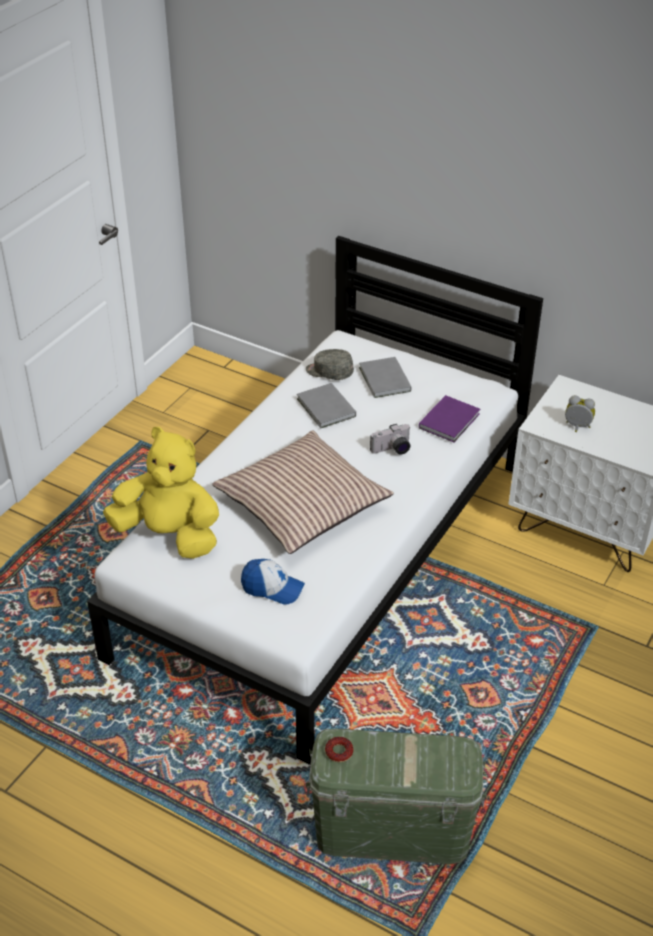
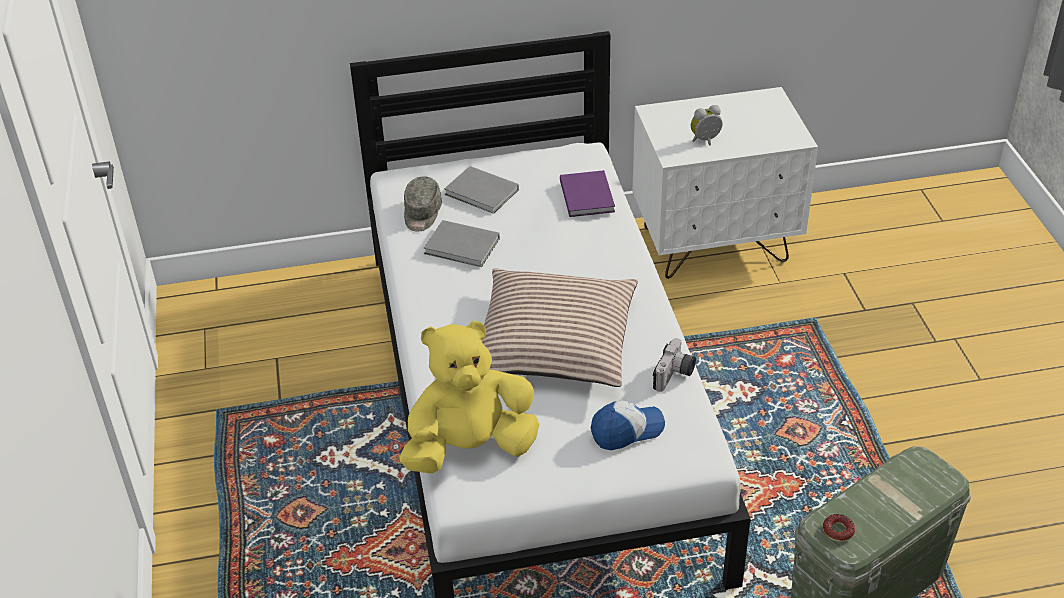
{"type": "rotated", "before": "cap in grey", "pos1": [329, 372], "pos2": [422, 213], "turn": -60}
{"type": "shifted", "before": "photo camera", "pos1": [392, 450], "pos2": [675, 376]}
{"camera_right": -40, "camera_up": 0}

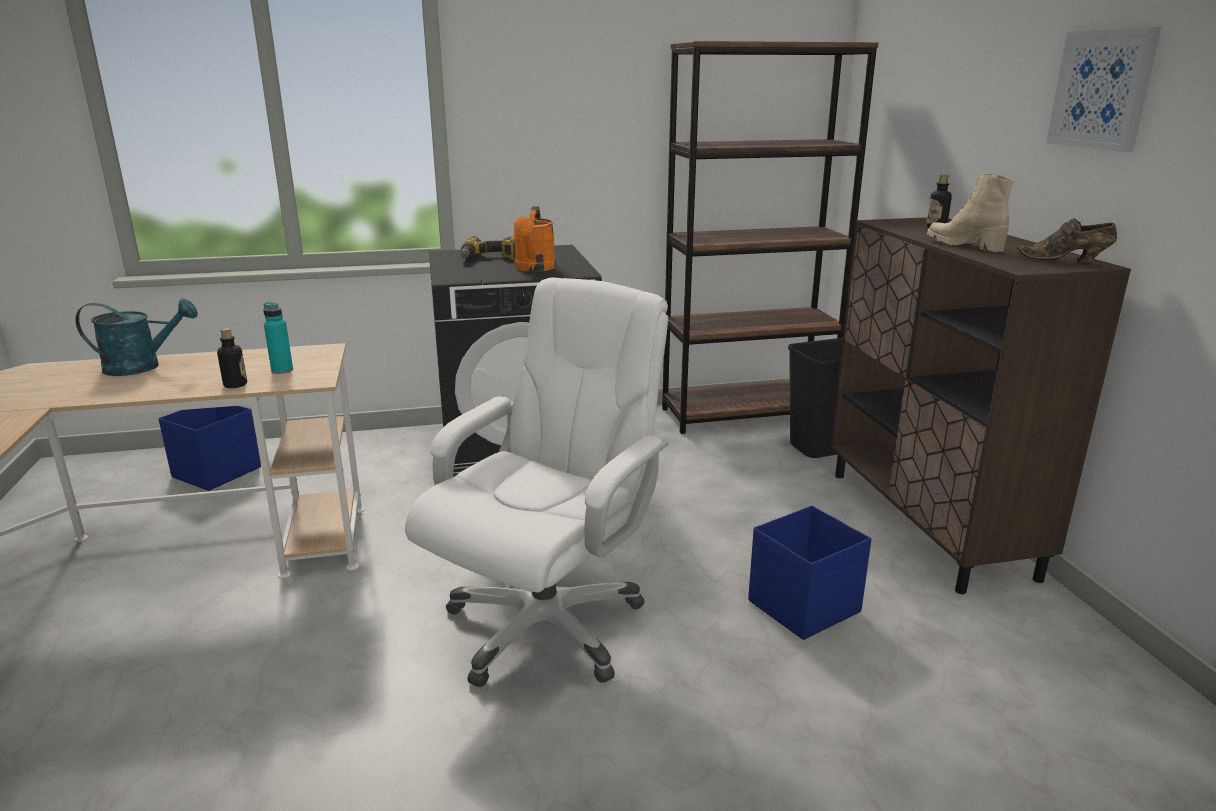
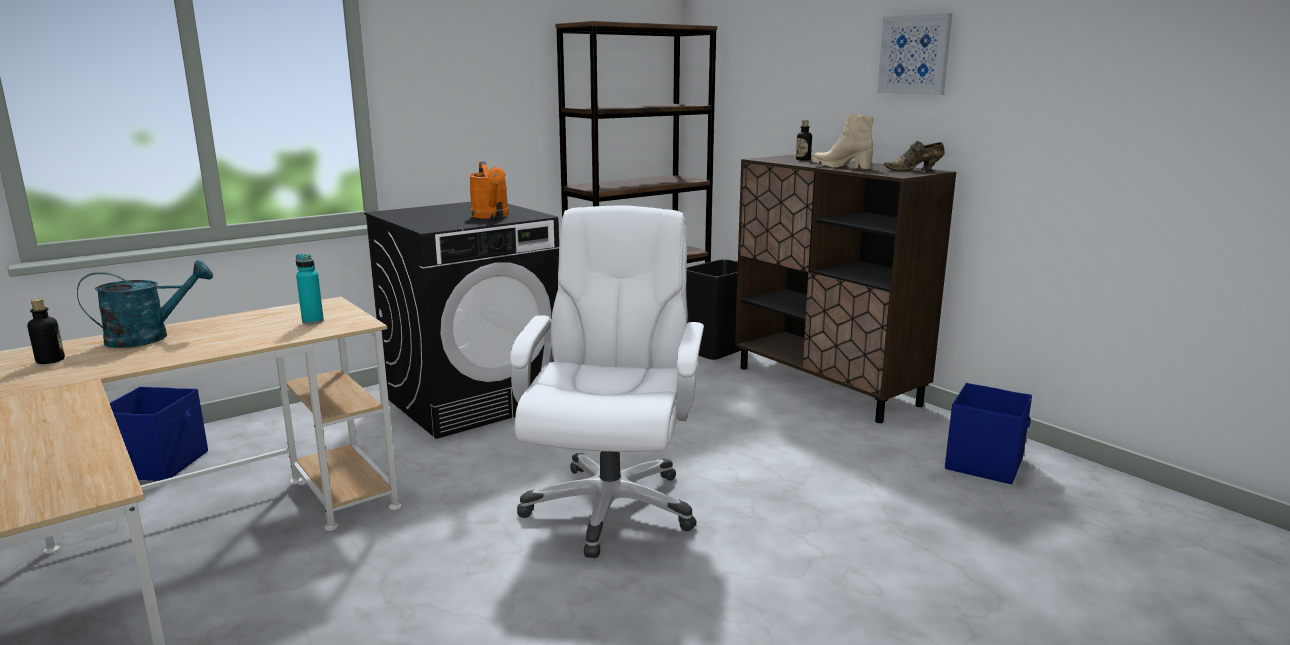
{"type": "gone", "before": "power drill", "pos1": [489, 258]}
{"type": "shifted", "before": "bottle", "pos1": [235, 385], "pos2": [50, 360]}
{"type": "shifted", "before": "storage box in blue", "pos1": [805, 606], "pos2": [985, 463]}
{"camera_right": -25, "camera_up": -5}

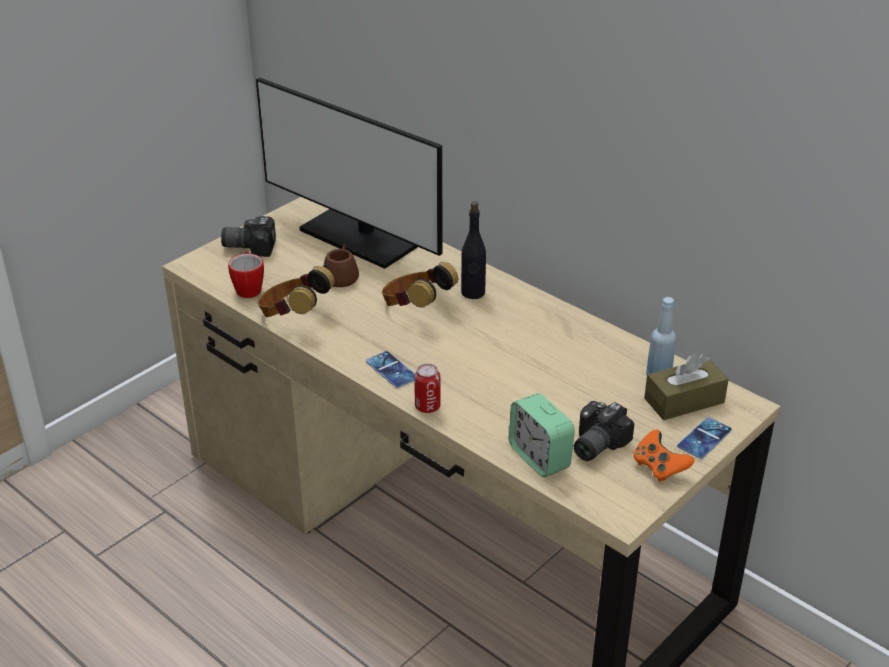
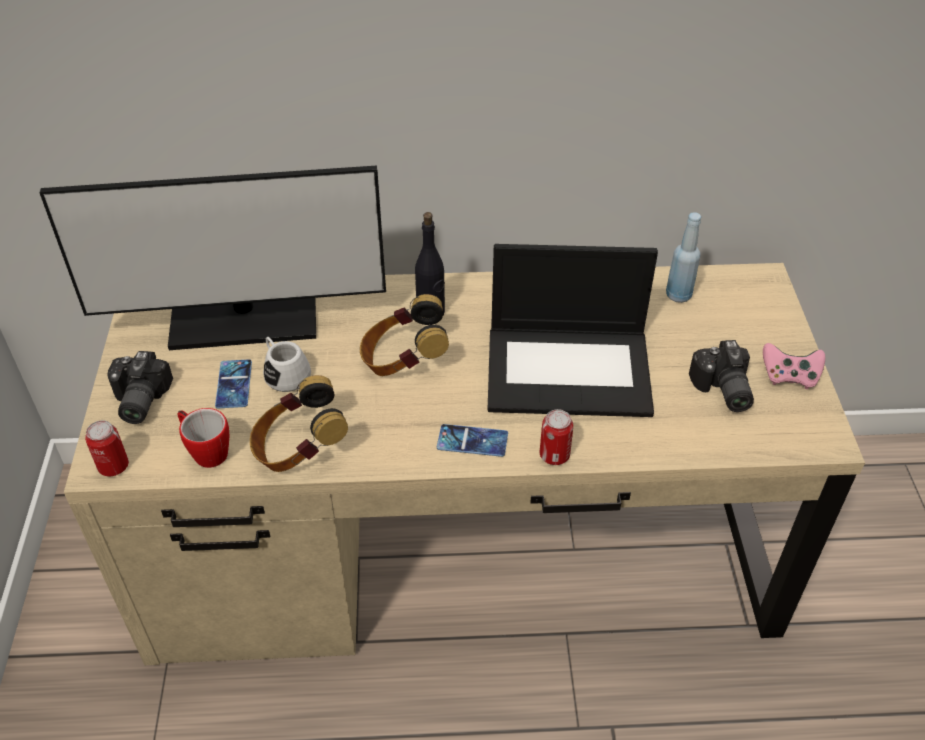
{"type": "rotated", "before": "photo camera", "pos1": [250, 245], "pos2": [137, 401], "turn": -45}
{"type": "repainted", "before": "mug in brown", "after": "mug in white", "pos1": [341, 275], "pos2": [284, 373]}
{"type": "gone", "before": "tissue box in brown", "pos1": [684, 401]}
{"type": "gone", "before": "alarm clock", "pos1": [539, 457]}
{"type": "shifted", "before": "phone", "pos1": [704, 438], "pos2": [234, 384]}
{"type": "repainted", "before": "game controller in orange", "after": "game controller in pink", "pos1": [659, 467], "pos2": [789, 376]}
{"type": "new", "after": "laptop", "pos2": [570, 370]}
{"type": "new", "after": "can", "pos2": [113, 466]}
{"camera_right": -45, "camera_up": 10}

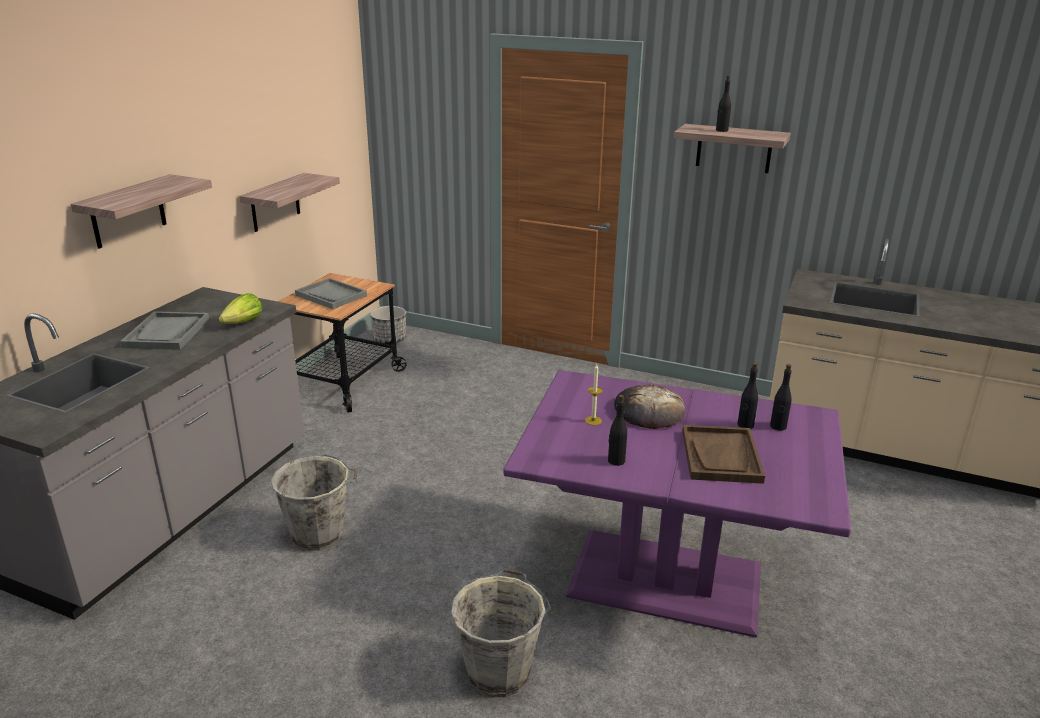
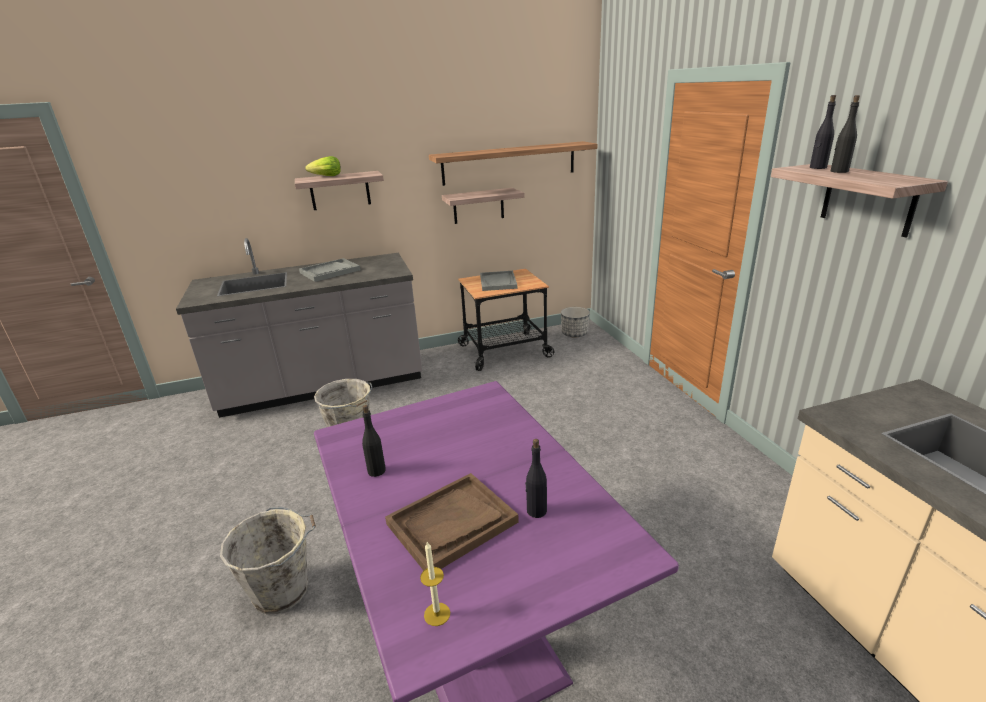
{"type": "shifted", "before": "lettuce", "pos1": [243, 323], "pos2": [326, 176]}
{"type": "shifted", "before": "candle", "pos1": [593, 420], "pos2": [437, 614]}
{"type": "shifted", "before": "bottle in black", "pos1": [778, 426], "pos2": [817, 167]}
{"type": "gone", "before": "bread", "pos1": [649, 411]}
{"type": "new", "after": "shelf", "pos2": [509, 163]}
{"camera_right": 50, "camera_up": 0}

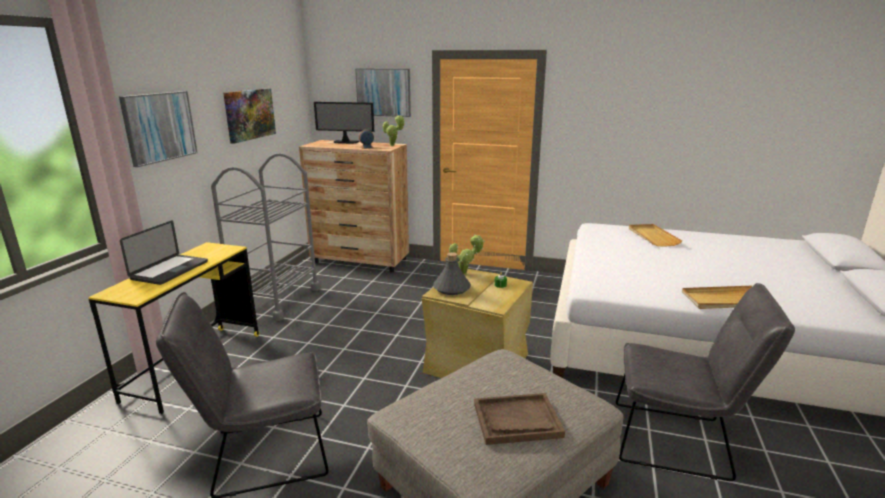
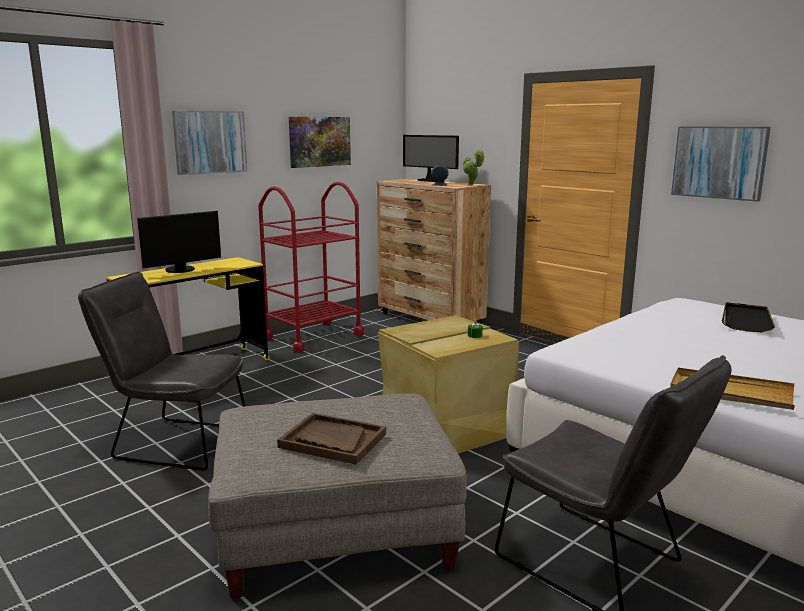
{"type": "shifted", "before": "picture", "pos1": [383, 92], "pos2": [719, 162]}
{"type": "repainted", "before": "cart in grey", "after": "cart in red", "pos1": [276, 300], "pos2": [313, 336]}
{"type": "swapped", "before": "laptop", "after": "monitor", "pos1": [170, 270], "pos2": [181, 270]}
{"type": "repainted", "before": "tray in beige", "after": "tray in black", "pos1": [652, 237], "pos2": [746, 320]}
{"type": "gone", "before": "potted plant", "pos1": [465, 274]}
{"type": "gone", "before": "bottle in grey", "pos1": [451, 288]}
{"camera_right": 30, "camera_up": -5}

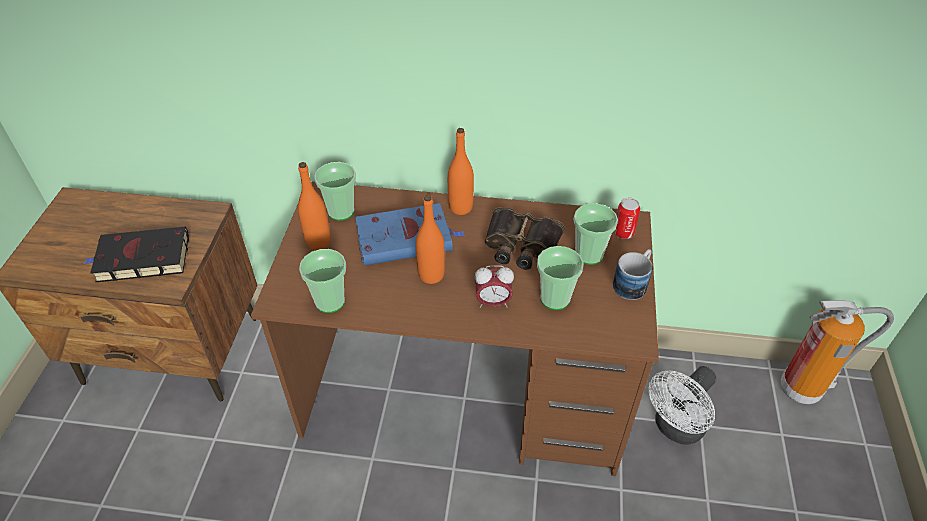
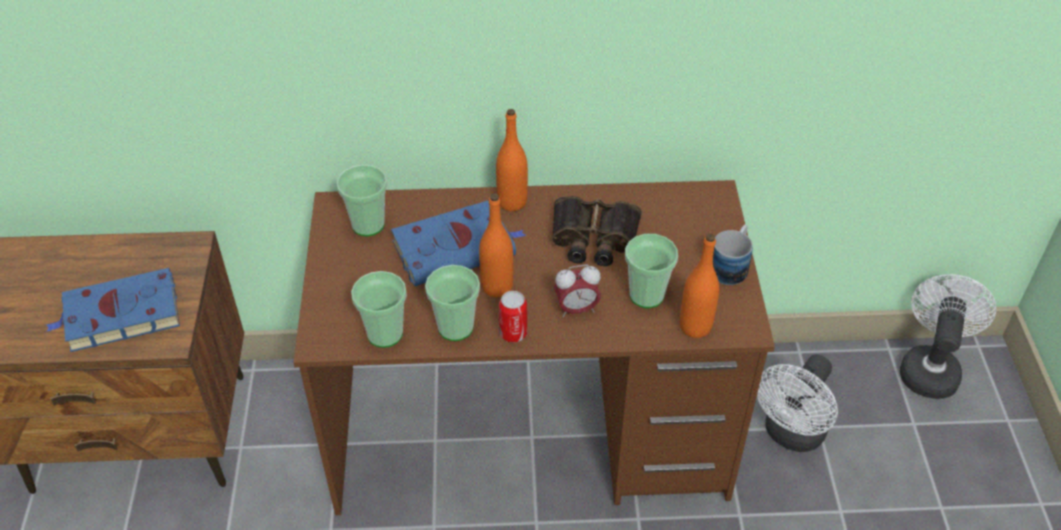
{"type": "shifted", "before": "bottle in orange", "pos1": [318, 242], "pos2": [695, 327]}
{"type": "shifted", "before": "can", "pos1": [623, 232], "pos2": [513, 333]}
{"type": "shifted", "before": "cup", "pos1": [589, 254], "pos2": [455, 327]}
{"type": "repainted", "before": "book in black", "after": "book in blue", "pos1": [140, 259], "pos2": [119, 315]}
{"type": "swapped", "before": "fire extinguisher", "after": "fan in white", "pos1": [802, 389], "pos2": [930, 367]}
{"camera_right": -10, "camera_up": 0}

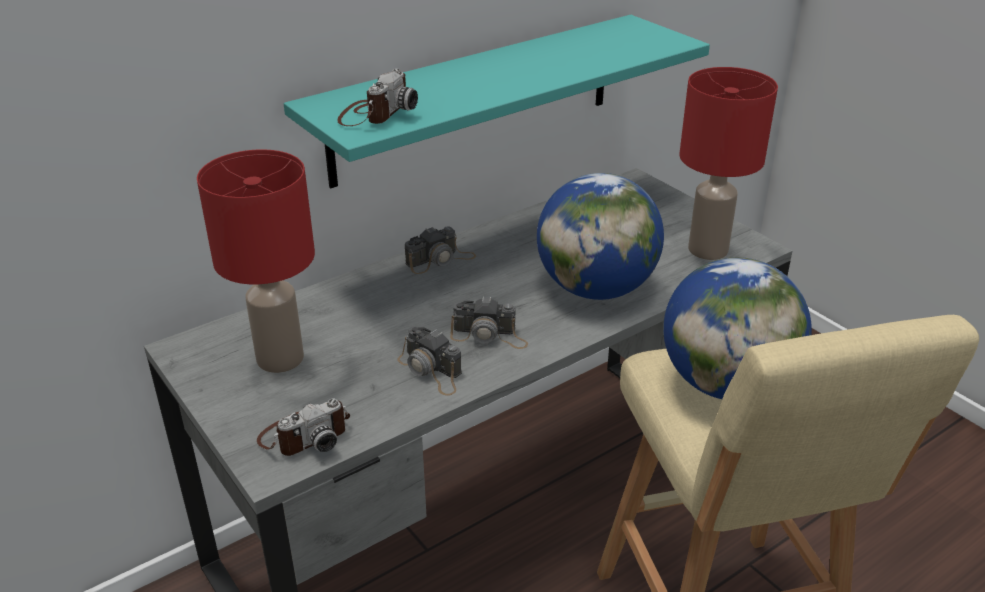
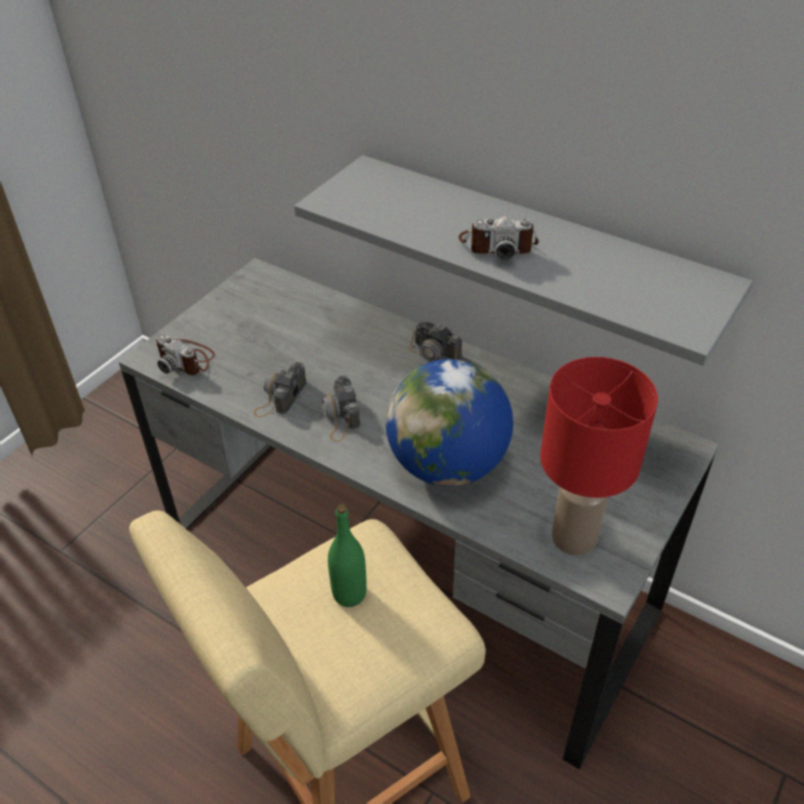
{"type": "repainted", "before": "shelf in turquoise", "after": "shelf in grey", "pos1": [475, 98], "pos2": [534, 252]}
{"type": "shifted", "before": "photo camera", "pos1": [375, 113], "pos2": [497, 245]}
{"type": "gone", "before": "table lamp in red", "pos1": [280, 357]}
{"type": "swapped", "before": "globe", "after": "bottle in green", "pos1": [726, 384], "pos2": [349, 594]}
{"camera_right": 70, "camera_up": 10}

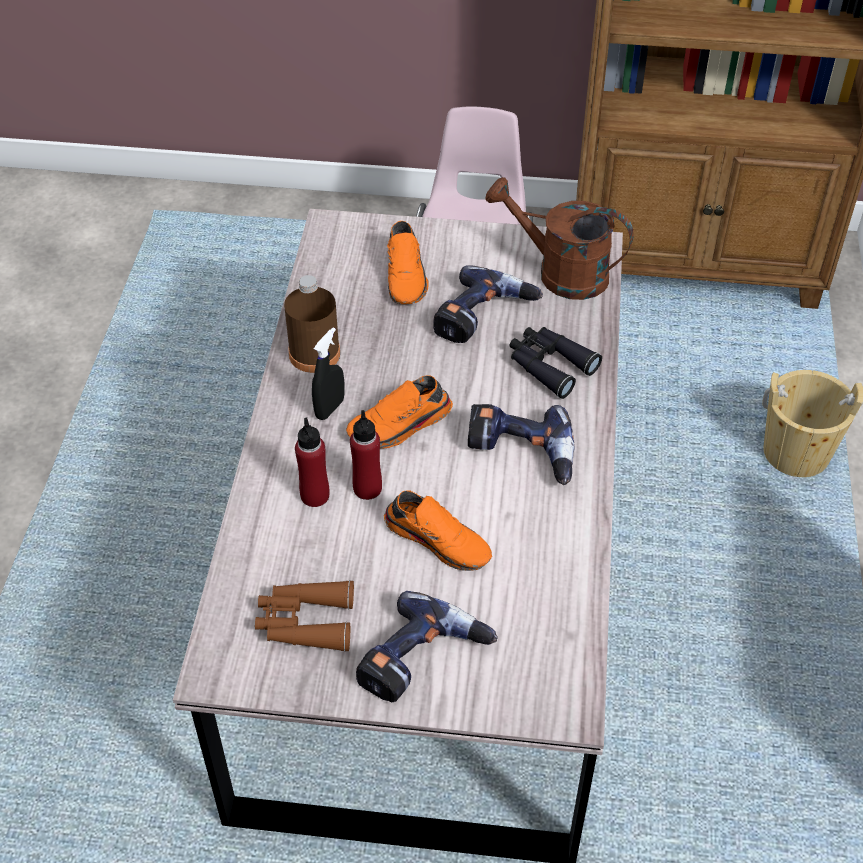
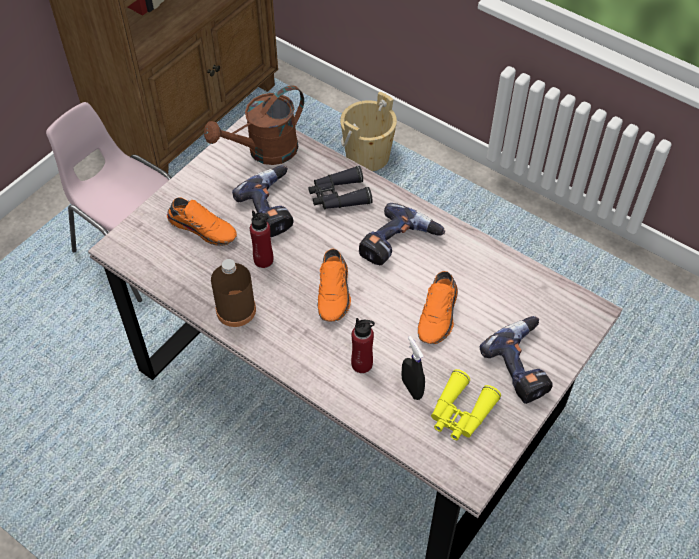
{"type": "shifted", "before": "spray bottle in black", "pos1": [330, 408], "pos2": [411, 388]}
{"type": "shifted", "before": "bottle in red", "pos1": [367, 488], "pos2": [263, 260]}
{"type": "rotated", "before": "shoe in orange", "pos1": [439, 539], "pos2": [439, 315], "turn": 135}
{"type": "repainted", "before": "binoculars in brown", "after": "binoculars in yellow", "pos1": [305, 622], "pos2": [460, 413]}
{"camera_right": -60, "camera_up": 5}

